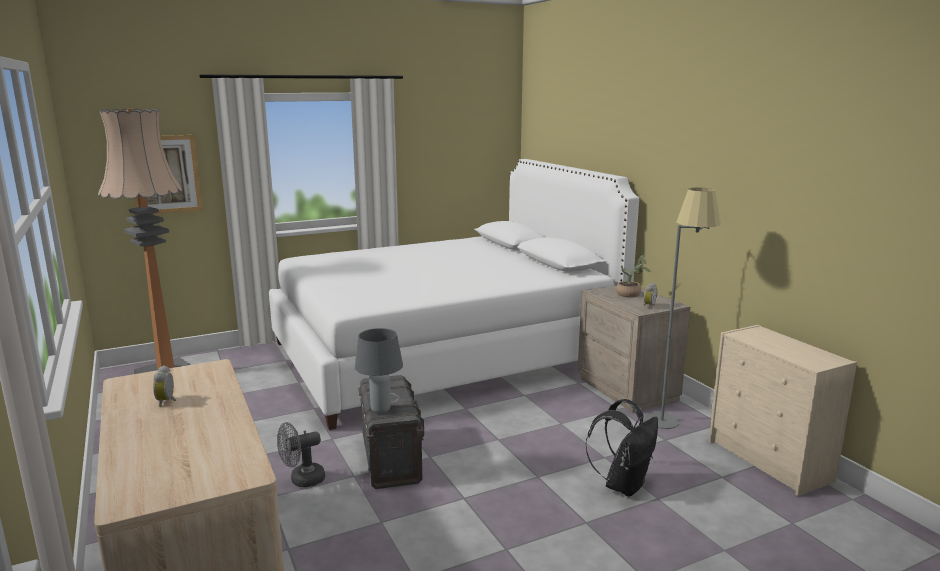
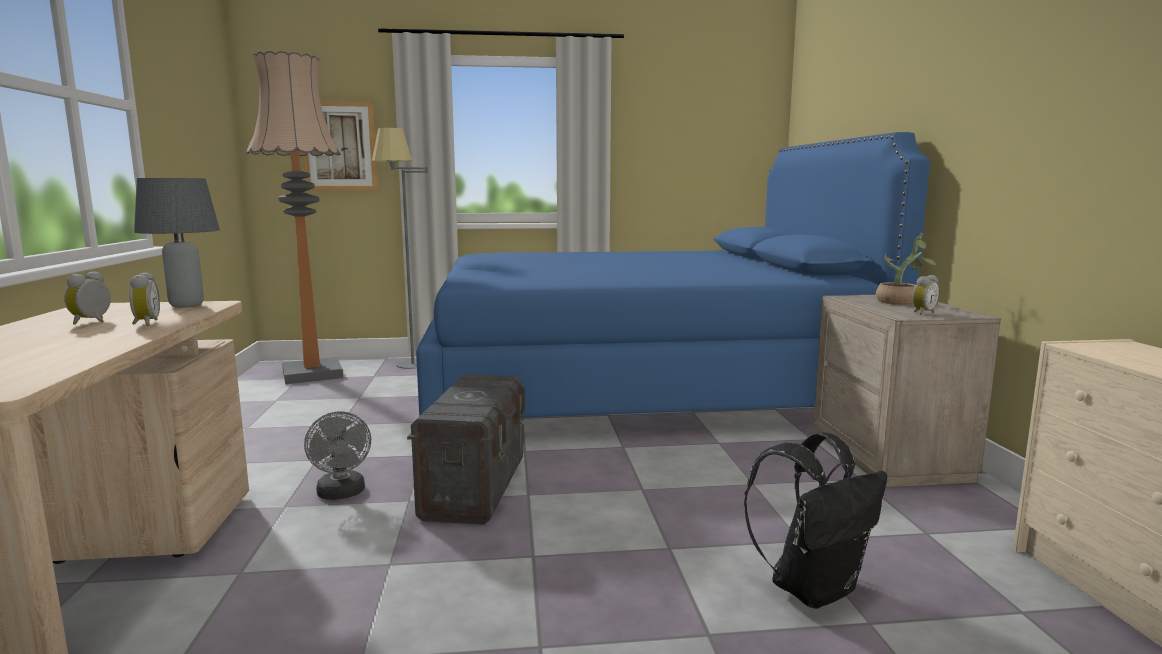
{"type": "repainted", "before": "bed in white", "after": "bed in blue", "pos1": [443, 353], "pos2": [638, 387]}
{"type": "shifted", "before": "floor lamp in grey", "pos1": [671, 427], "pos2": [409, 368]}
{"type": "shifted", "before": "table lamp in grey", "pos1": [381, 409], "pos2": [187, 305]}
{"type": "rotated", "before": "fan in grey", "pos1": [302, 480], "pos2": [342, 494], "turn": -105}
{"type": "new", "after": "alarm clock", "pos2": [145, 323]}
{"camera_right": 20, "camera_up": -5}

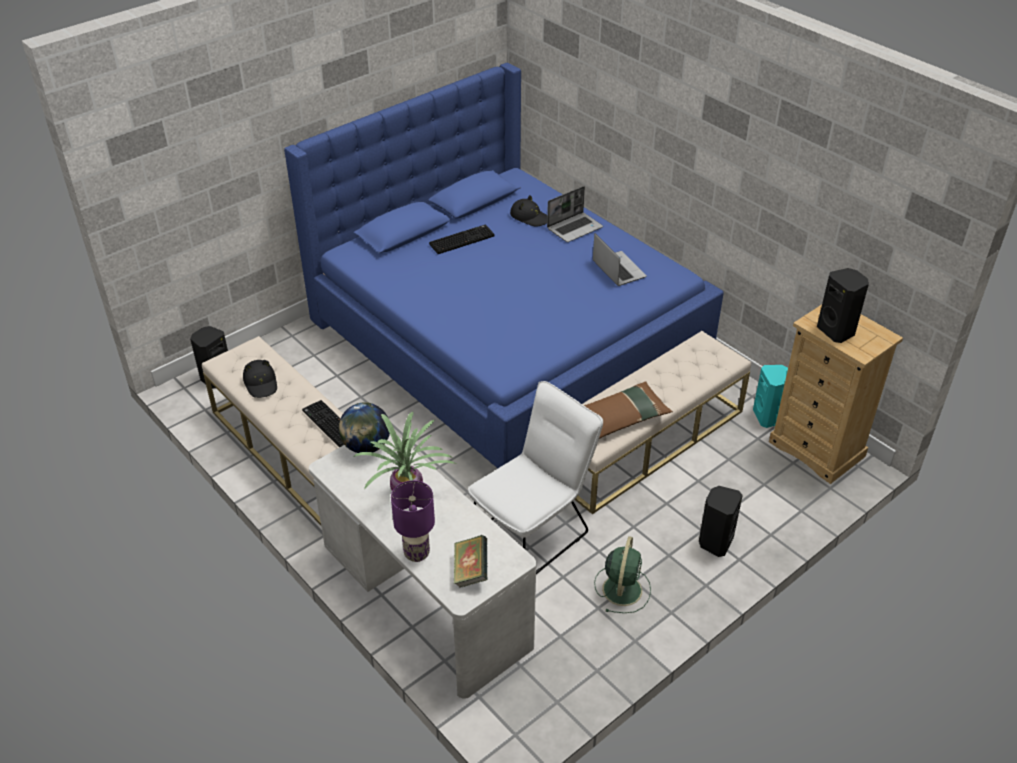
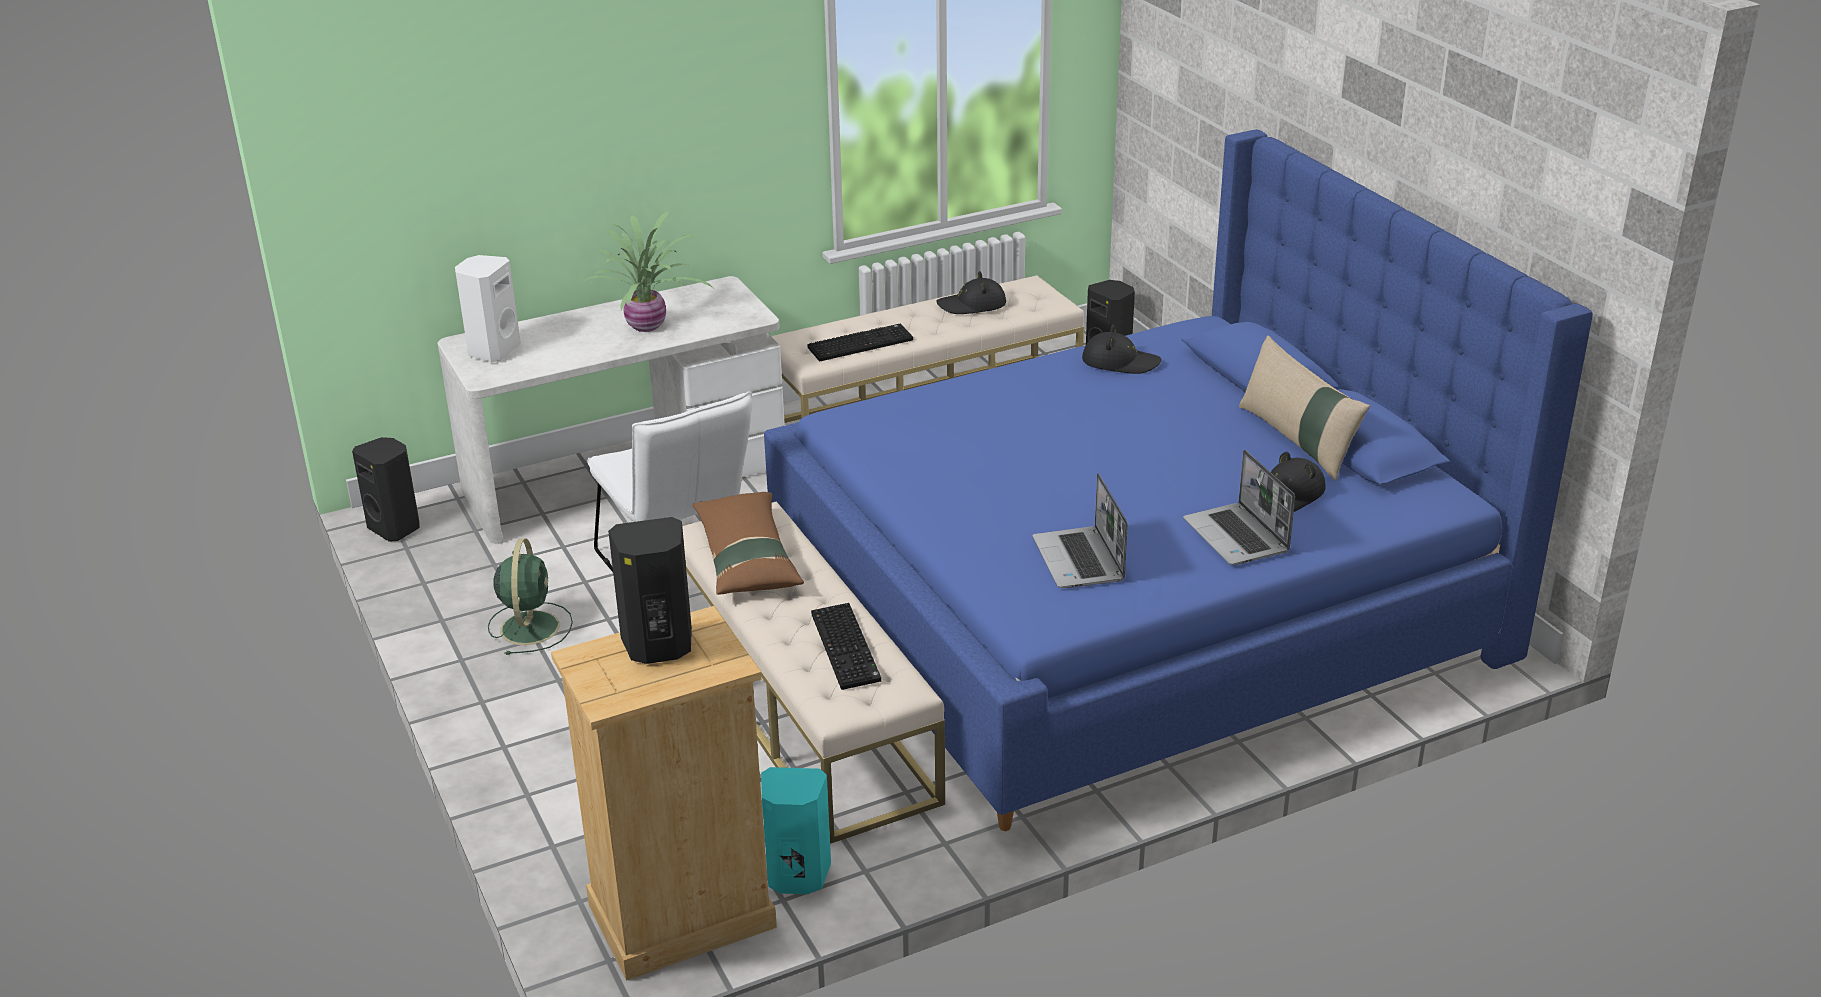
{"type": "shifted", "before": "keyboard", "pos1": [462, 239], "pos2": [848, 648]}
{"type": "rotated", "before": "laptop", "pos1": [618, 269], "pos2": [1080, 560], "turn": 90}
{"type": "gone", "before": "globe", "pos1": [366, 446]}
{"type": "gone", "before": "table lamp in purple", "pos1": [416, 554]}
{"type": "shifted", "before": "speaker in black", "pos1": [715, 542], "pos2": [396, 528]}
{"type": "swapped", "before": "book", "after": "speaker in white", "pos1": [470, 571], "pos2": [492, 351]}
{"type": "rotated", "before": "fan in green", "pos1": [622, 588], "pos2": [530, 626], "turn": -120}
{"type": "new", "after": "hat in black", "pos2": [1120, 362]}
{"type": "new", "after": "pillow in beige", "pos2": [1298, 440]}
{"camera_right": 105, "camera_up": -10}

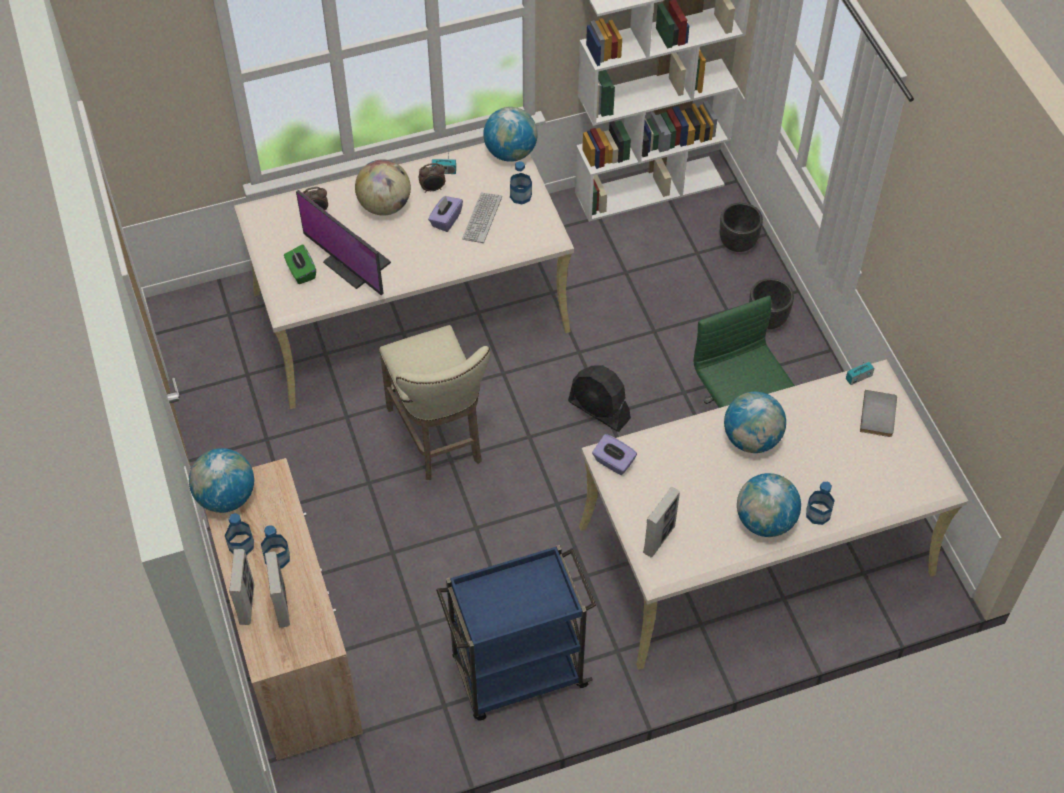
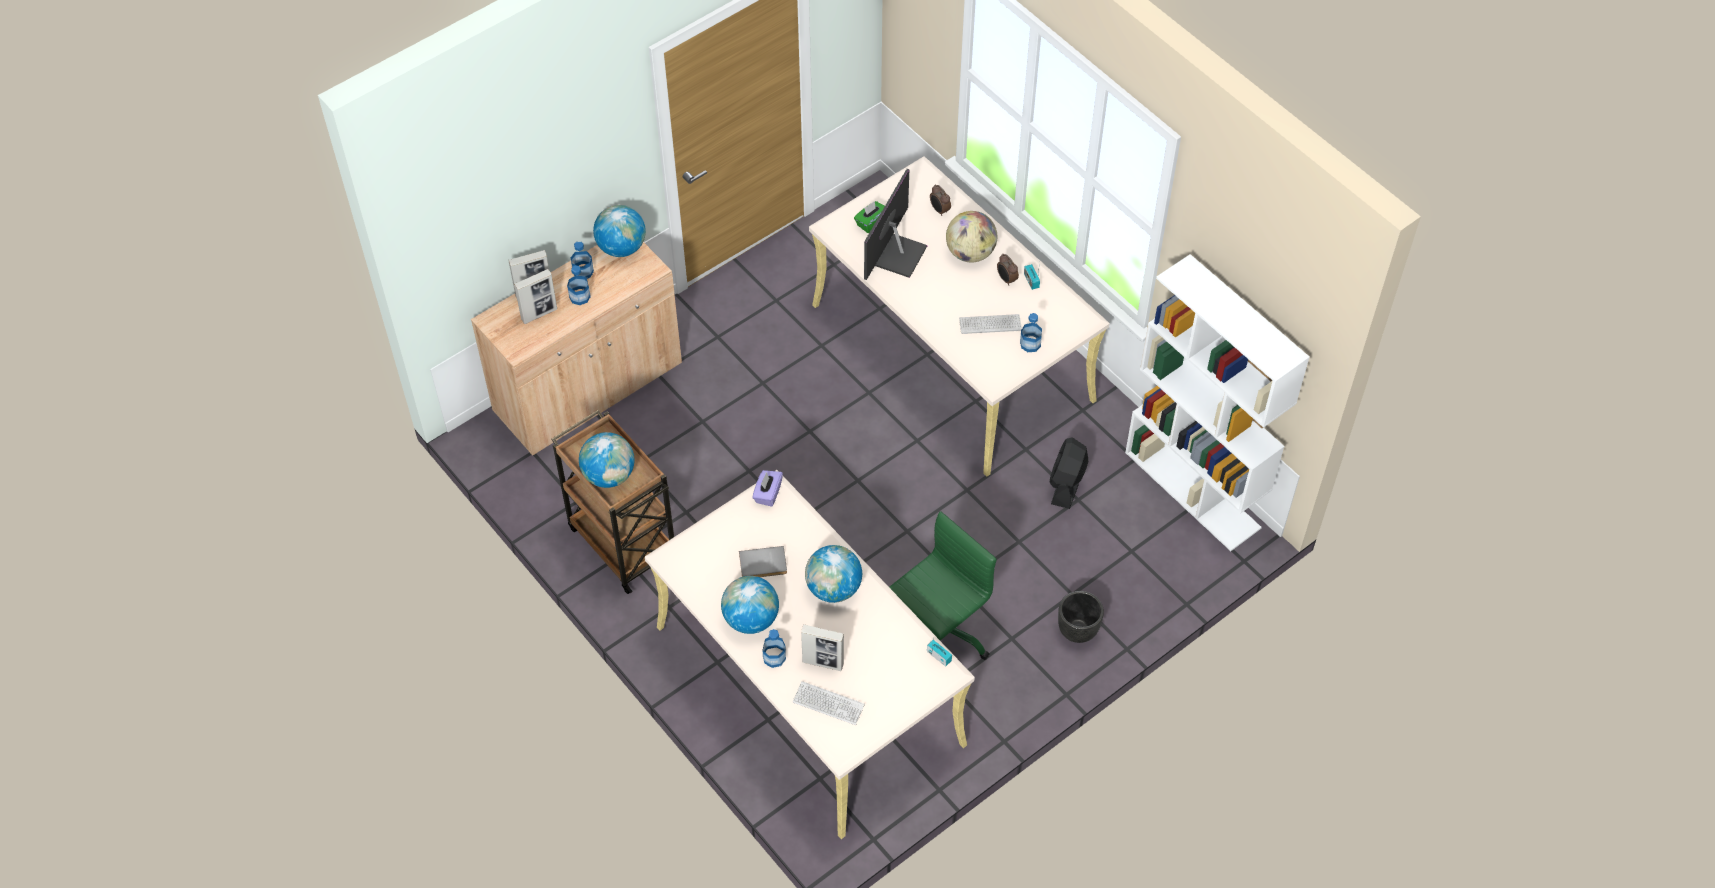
{"type": "shifted", "before": "globe", "pos1": [510, 152], "pos2": [609, 475]}
{"type": "gone", "before": "tissue box in purple", "pos1": [446, 220]}
{"type": "gone", "before": "planter in black", "pos1": [737, 243]}
{"type": "gone", "before": "stool in beige", "pos1": [438, 438]}
{"type": "shifted", "before": "fan in black", "pos1": [599, 410], "pos2": [1067, 483]}
{"type": "shifted", "before": "book in grey", "pos1": [879, 415], "pos2": [763, 565]}
{"type": "shifted", "before": "picture frame", "pos1": [659, 539], "pos2": [823, 663]}
{"type": "repainted", "before": "cart in blue", "after": "cart in brown", "pos1": [517, 673], "pos2": [622, 542]}
{"type": "new", "after": "keyboard", "pos2": [828, 704]}
{"camera_right": 70, "camera_up": 0}

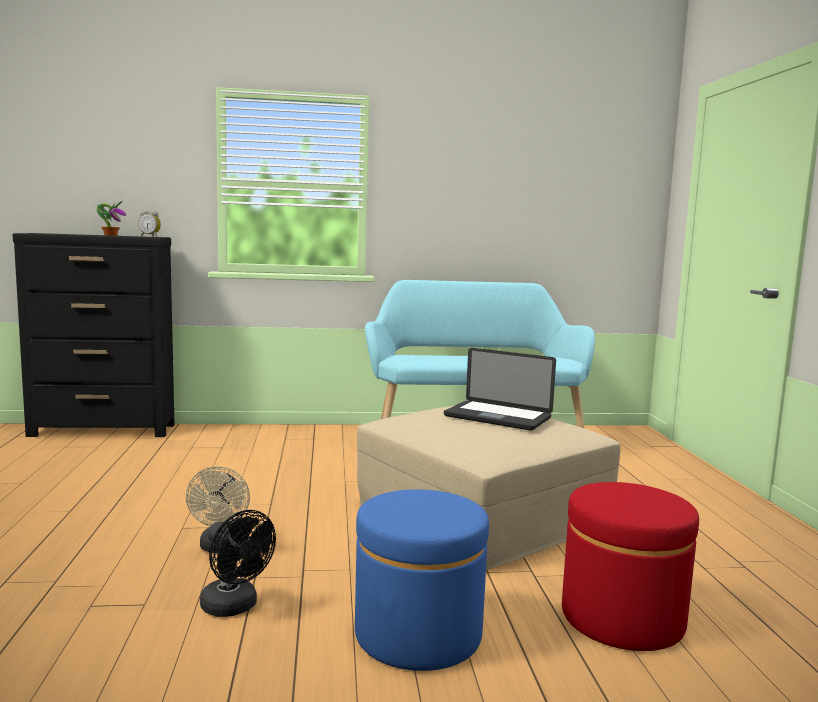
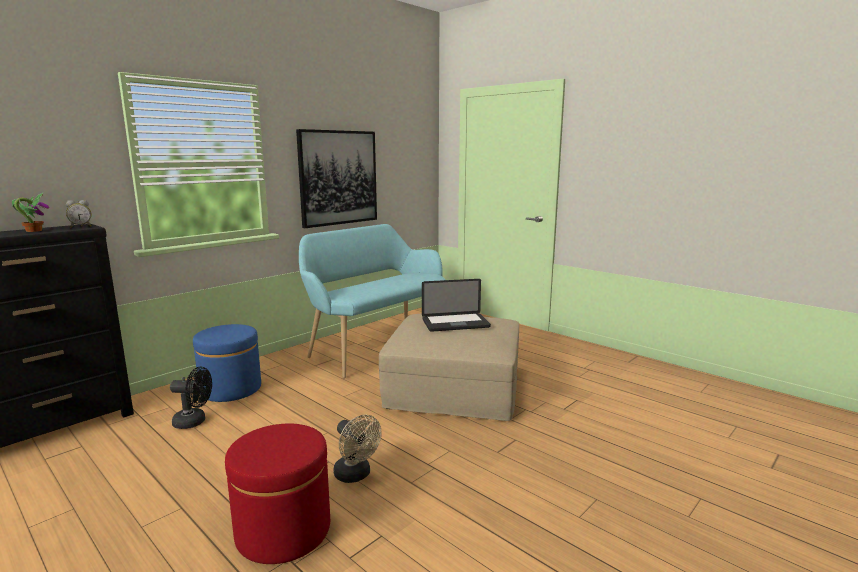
{"type": "shifted", "before": "ottoman in red", "pos1": [622, 618], "pos2": [283, 530]}
{"type": "shifted", "before": "ottoman in blue", "pos1": [418, 634], "pos2": [231, 389]}
{"type": "shifted", "before": "fan in black", "pos1": [234, 607], "pos2": [194, 422]}
{"type": "new", "after": "picture", "pos2": [338, 177]}
{"camera_right": -40, "camera_up": 5}

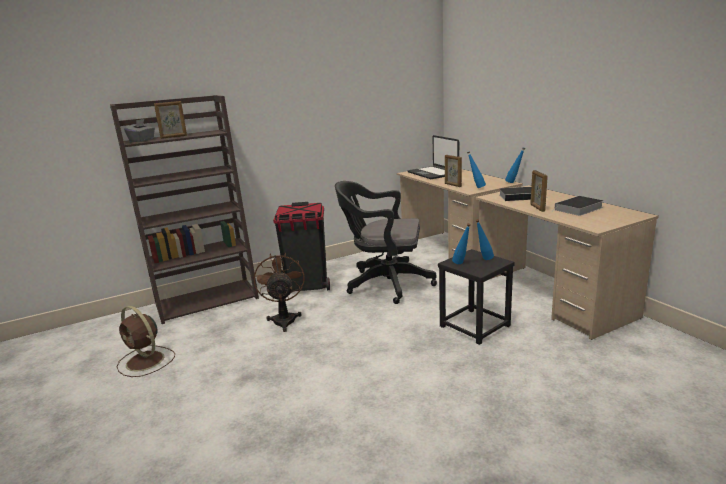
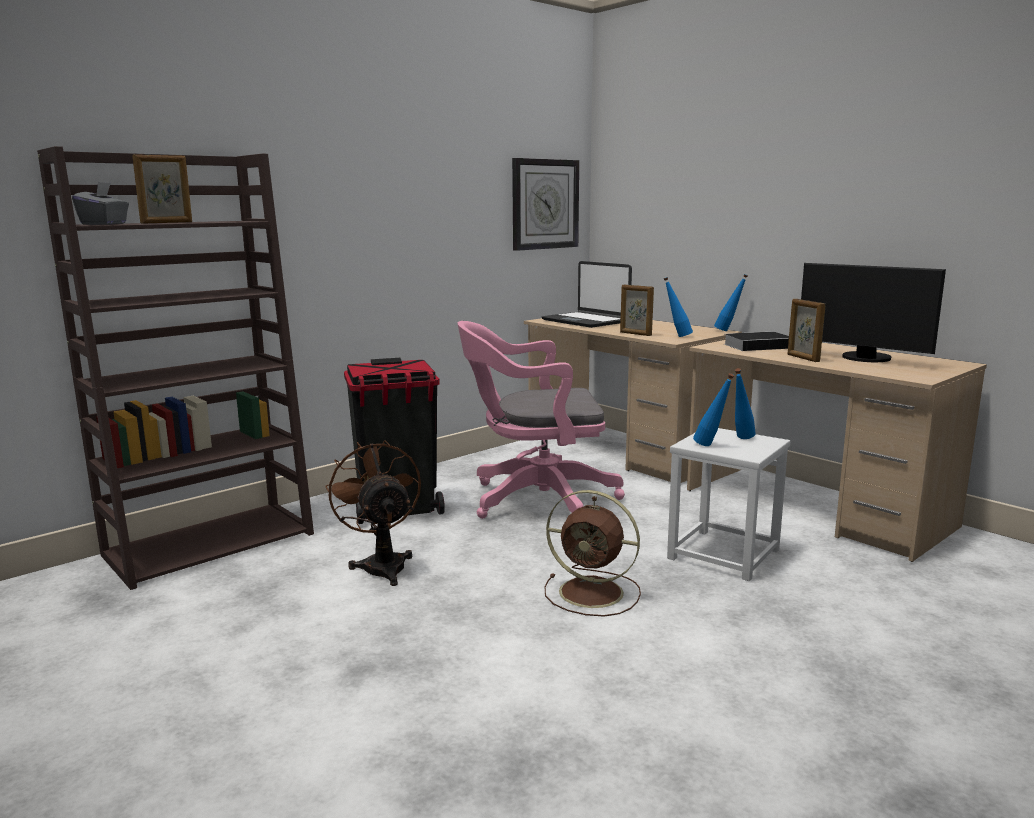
{"type": "repainted", "before": "office chair in black", "after": "office chair in pink", "pos1": [385, 284], "pos2": [535, 500]}
{"type": "swapped", "before": "book", "after": "monitor", "pos1": [578, 209], "pos2": [864, 358]}
{"type": "repainted", "before": "stool in black", "after": "stool in white", "pos1": [474, 326], "pos2": [723, 554]}
{"type": "shifted", "before": "fan in brown", "pos1": [146, 361], "pos2": [594, 593]}
{"type": "new", "after": "wall clock", "pos2": [545, 204]}
{"camera_right": -15, "camera_up": -5}

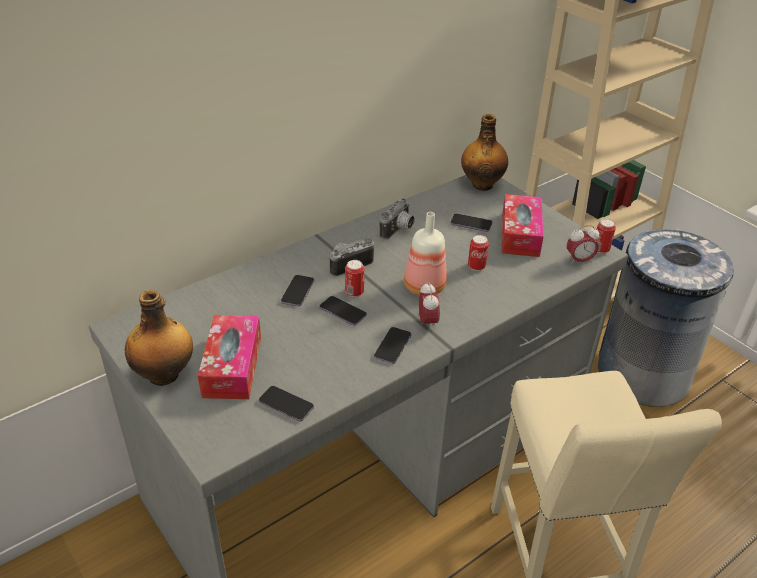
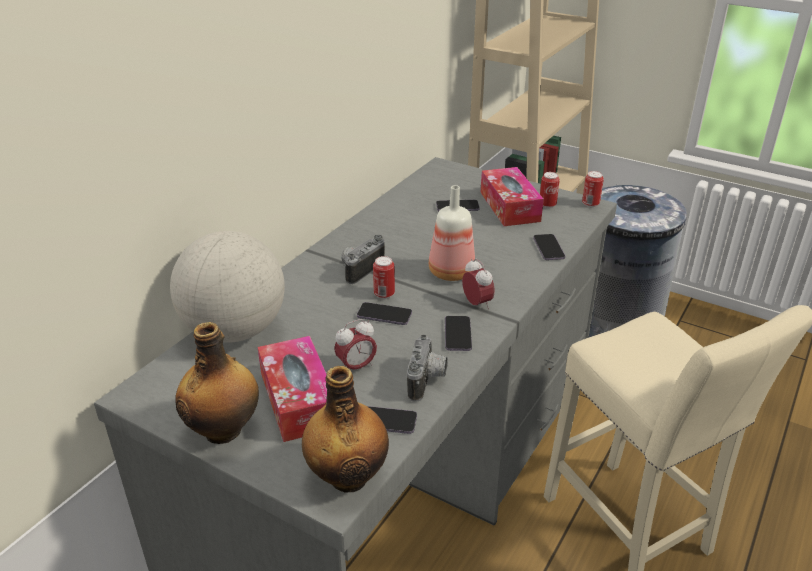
{"type": "shifted", "before": "bottle", "pos1": [482, 184], "pos2": [348, 476]}
{"type": "shifted", "before": "photo camera", "pos1": [398, 230], "pos2": [428, 381]}
{"type": "shifted", "before": "alarm clock", "pos1": [579, 260], "pos2": [356, 367]}
{"type": "shifted", "before": "can", "pos1": [476, 266], "pos2": [547, 205]}
{"type": "shifted", "before": "phone", "pos1": [297, 292], "pos2": [548, 248]}
{"type": "new", "after": "globe", "pos2": [235, 330]}
{"camera_right": -20, "camera_up": -5}

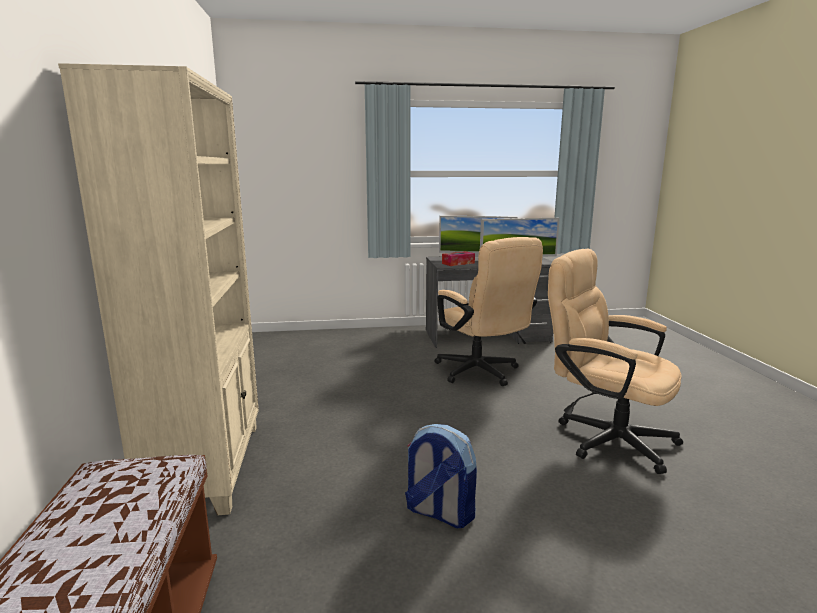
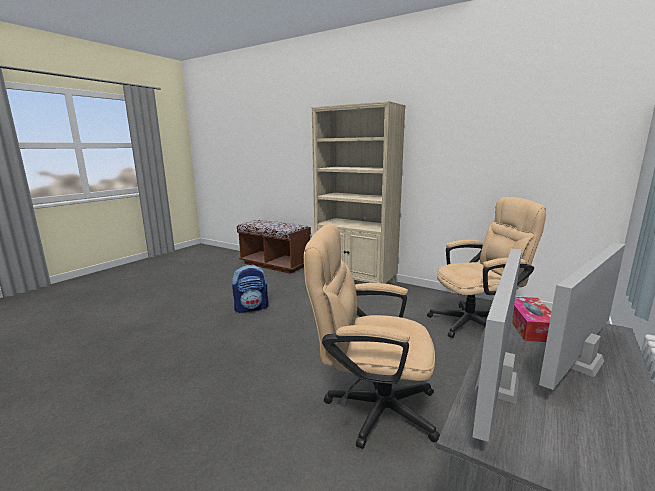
{"type": "shifted", "before": "office chair in beige", "pos1": [605, 437], "pos2": [476, 322]}
{"camera_right": 130, "camera_up": 0}

